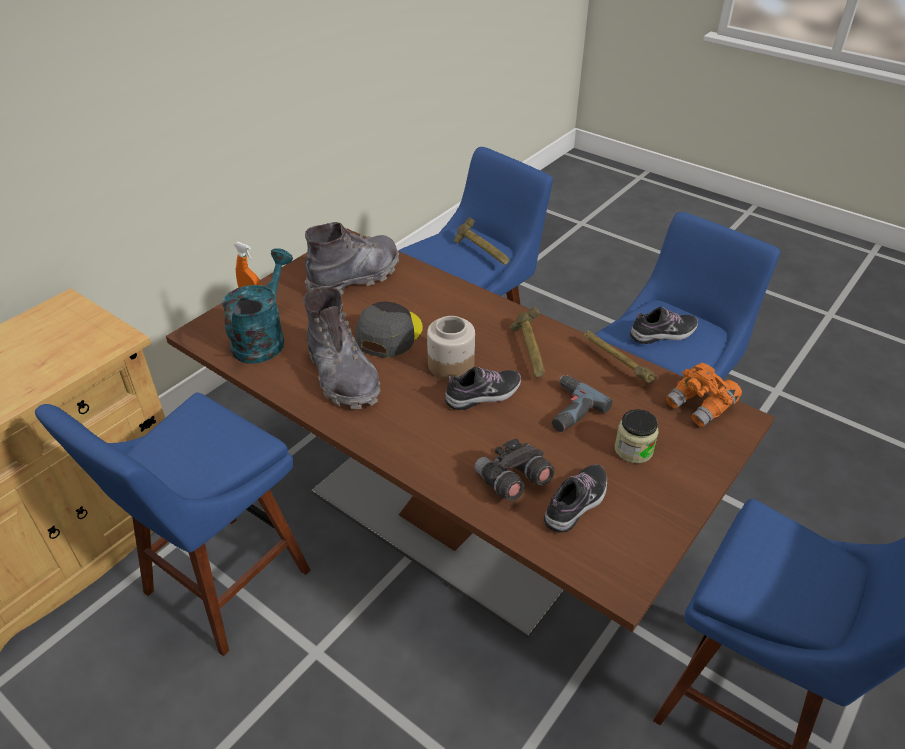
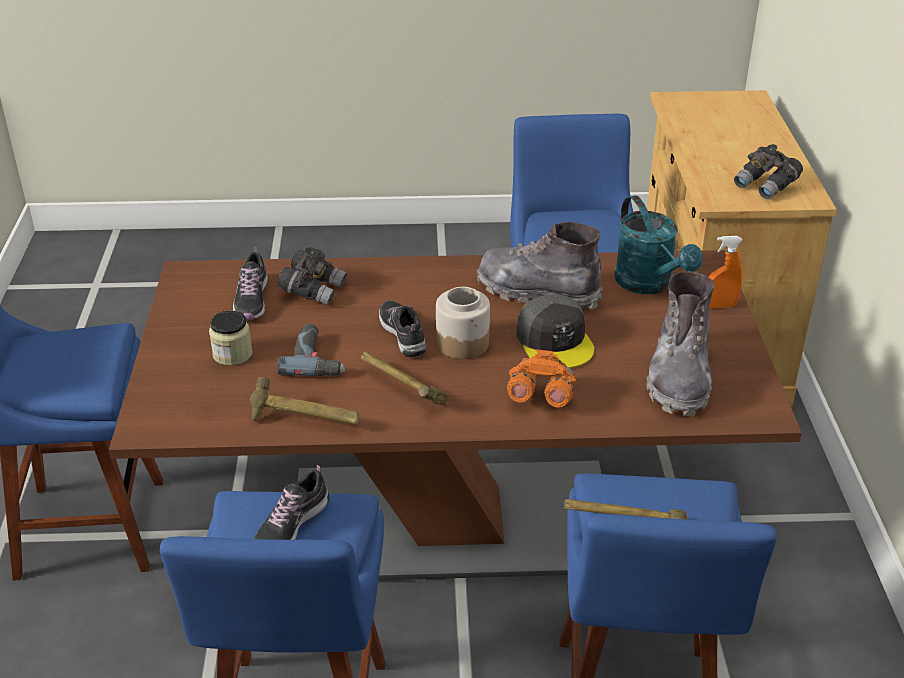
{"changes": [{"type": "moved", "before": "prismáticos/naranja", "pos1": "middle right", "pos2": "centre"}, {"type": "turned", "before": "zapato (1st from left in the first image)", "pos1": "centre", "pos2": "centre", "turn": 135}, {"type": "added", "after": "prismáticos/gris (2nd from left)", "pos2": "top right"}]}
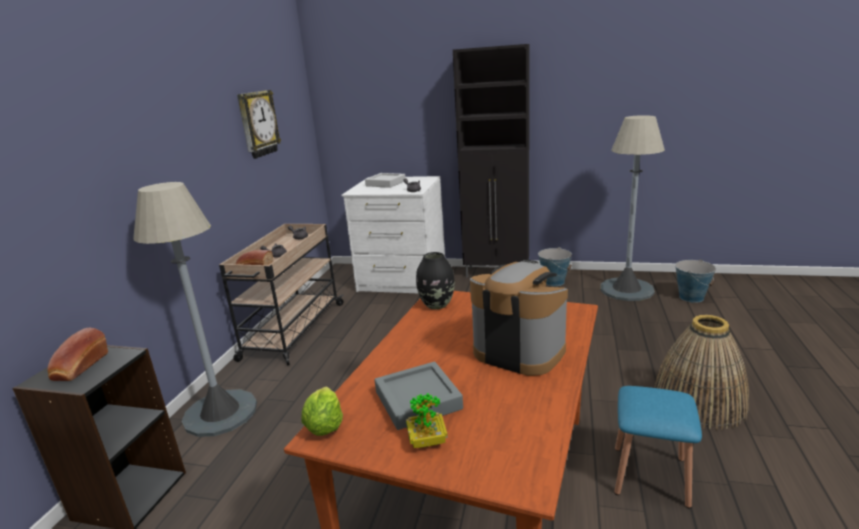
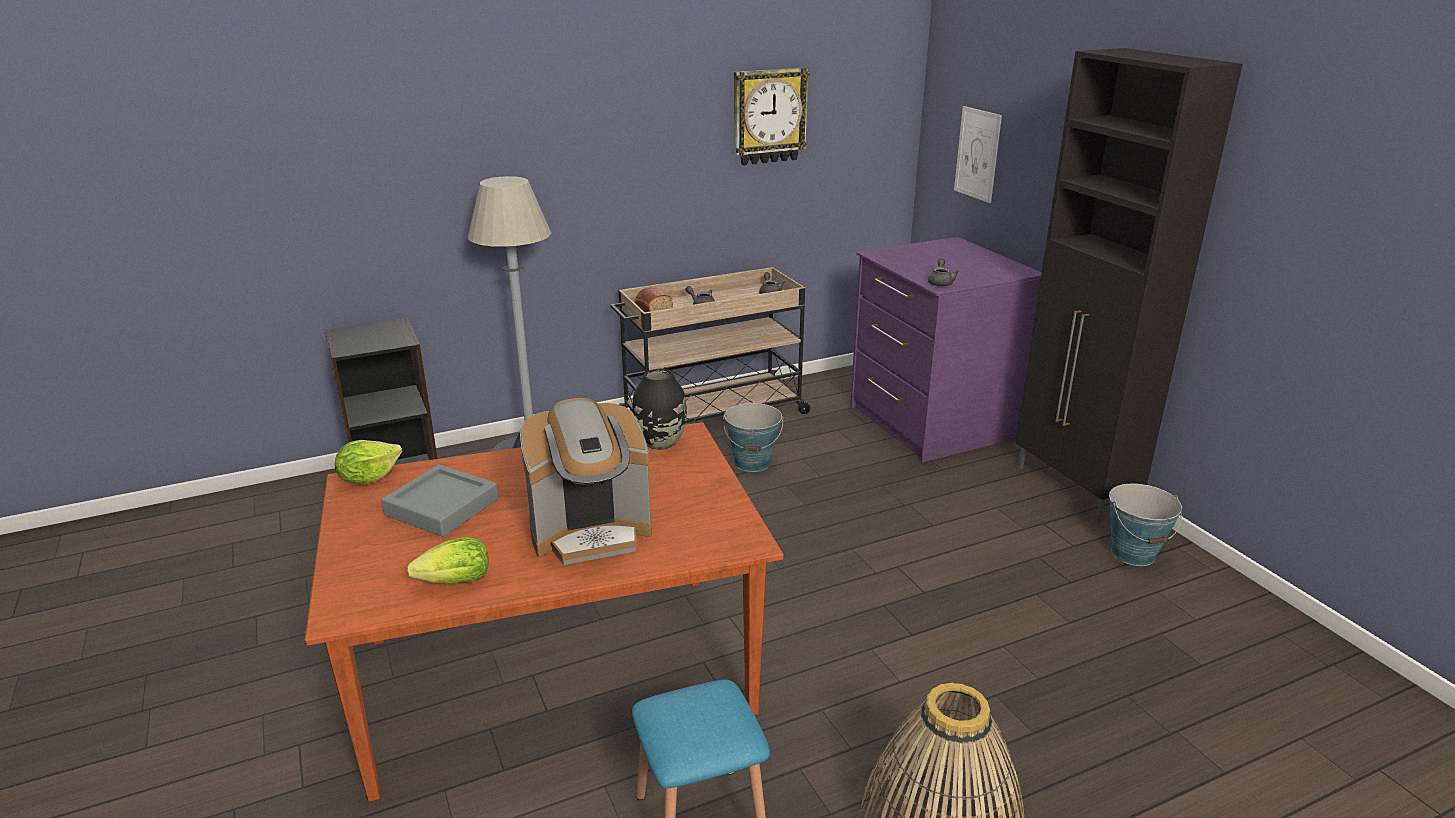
{"changes": [{"type": "removed", "before": "lámpara de pie/gris (2nd from left)", "pos1": "middle right"}, {"type": "removed", "before": "bandeja/gris (1st from left)", "pos1": "centre"}, {"type": "recoloured", "before": "cómoda/blanco", "after": "cómoda/morado", "pos1": "centre", "pos2": "centre"}, {"type": "moved", "before": "cubo (2nd from left in the first image)", "after": "cubo (1st from left)", "pos1": "middle right", "pos2": "centre"}, {"type": "turned", "before": "cafetera", "pos1": "centre", "pos2": "centre", "turn": 75}, {"type": "removed", "before": "pan (1st from left)", "pos1": "bottom left"}, {"type": "removed", "before": "planta en maceta", "pos1": "bottom centre"}, {"type": "added", "after": "cuadro", "pos2": "top right"}, {"type": "added", "after": "lechuga (2nd from left)", "pos2": "bottom left"}]}
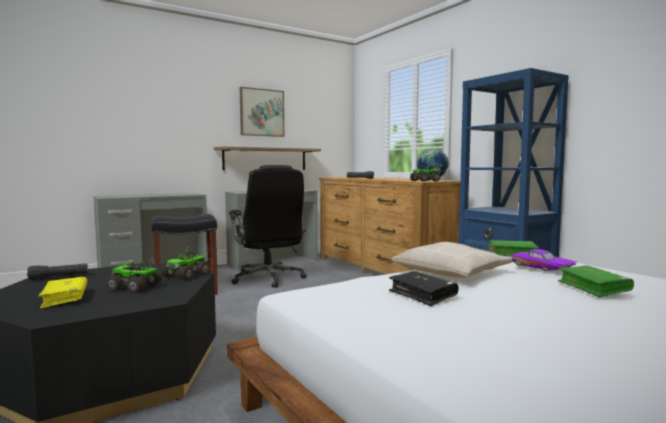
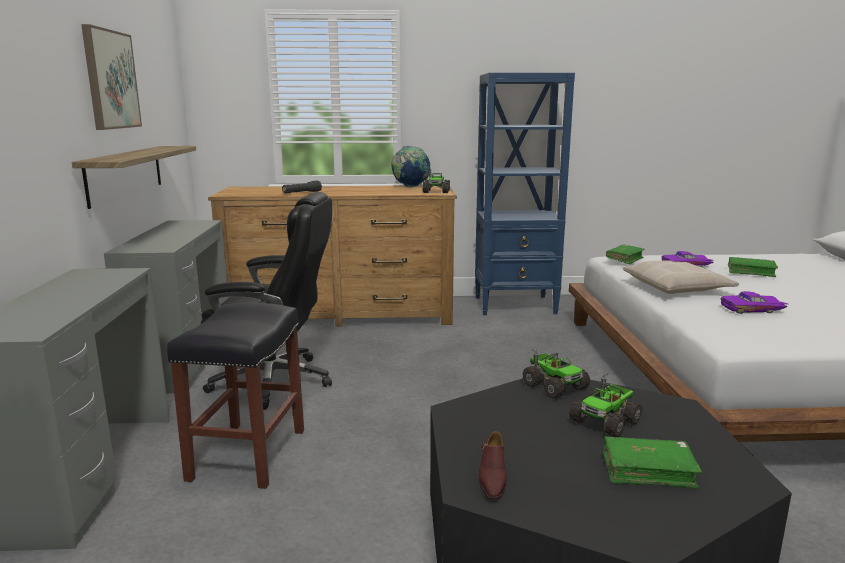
{"changes": [{"type": "replaced", "before": "linterna/negro (1st from left)", "after": "zapato/marrón", "pos1": "middle left", "pos2": "bottom centre"}, {"type": "replaced", "before": "libro/negro", "after": "coche de juguete/morado (2nd from left)", "pos1": "bottom centre", "pos2": "middle right"}, {"type": "recoloured", "before": "libro/amarillo", "after": "libro/verde (2nd from left)", "pos1": "bottom left", "pos2": "bottom right"}]}
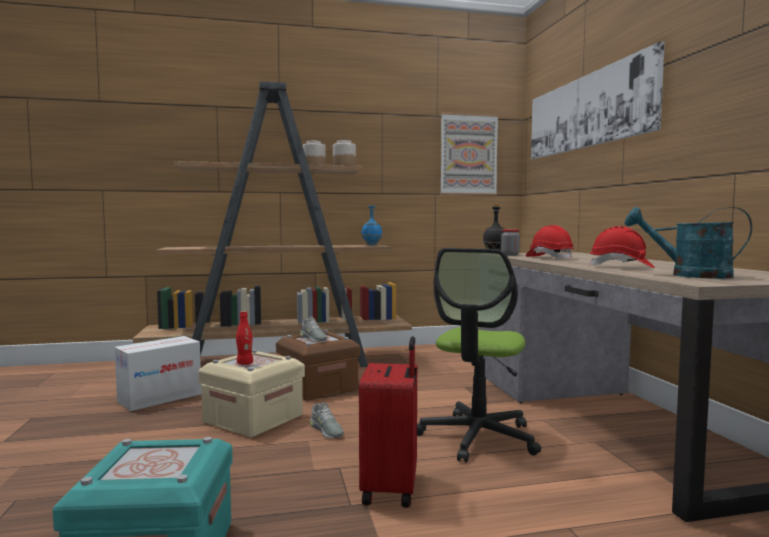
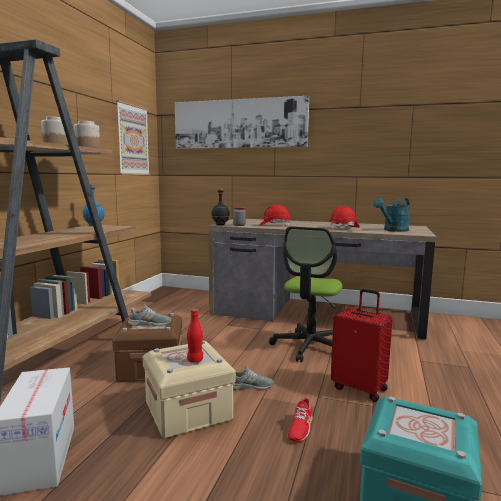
{"changes": [{"type": "turned", "before": "silla de oficina", "pos1": "centre", "pos2": "centre", "turn": 60}, {"type": "added", "after": "zapato/rojo", "pos2": "bottom centre"}]}
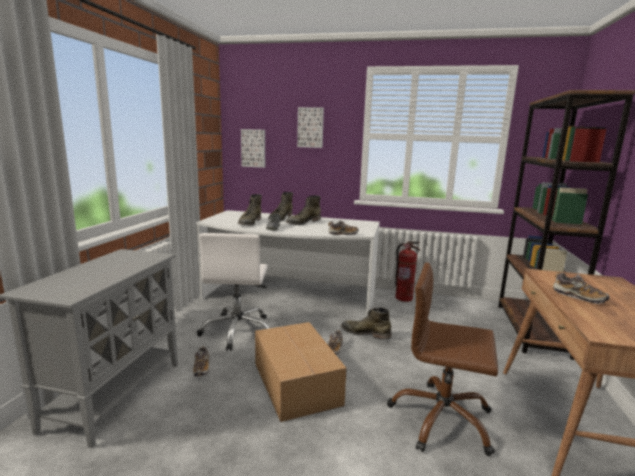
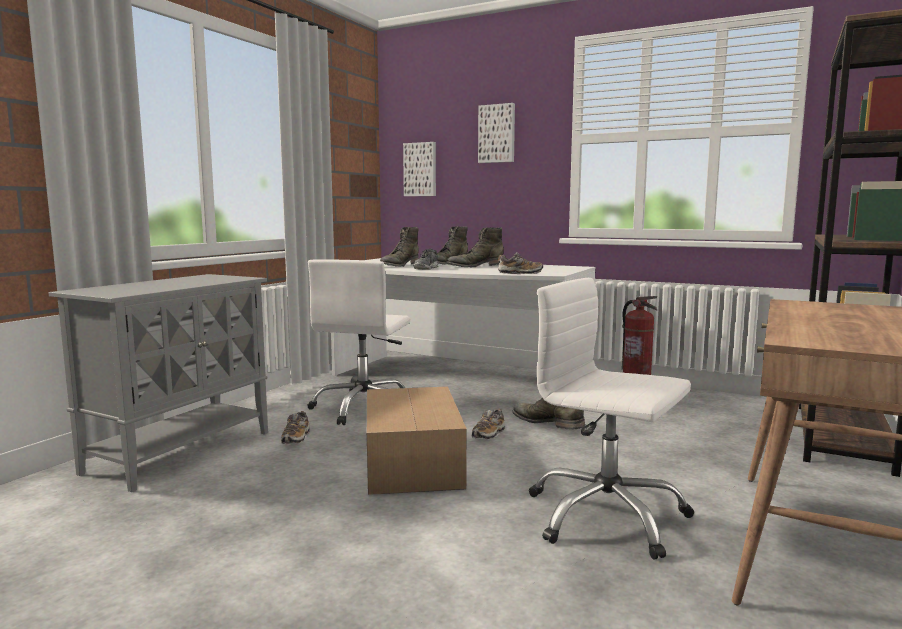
{"changes": [{"type": "recoloured", "before": "silla de oficina/marrón", "after": "silla de oficina/blanco (2nd from left)", "pos1": "bottom right", "pos2": "middle right"}, {"type": "removed", "before": "zapato (5th from left)", "pos1": "middle right"}]}
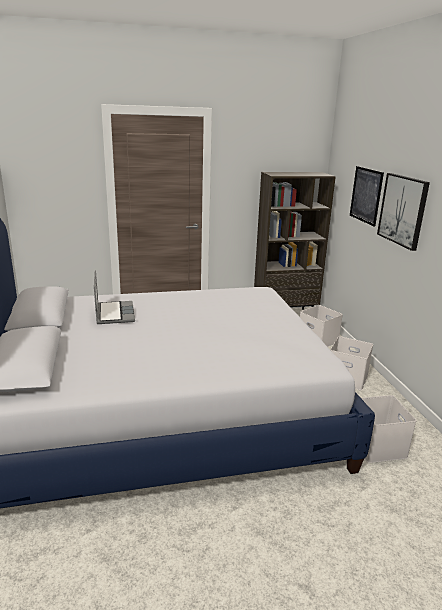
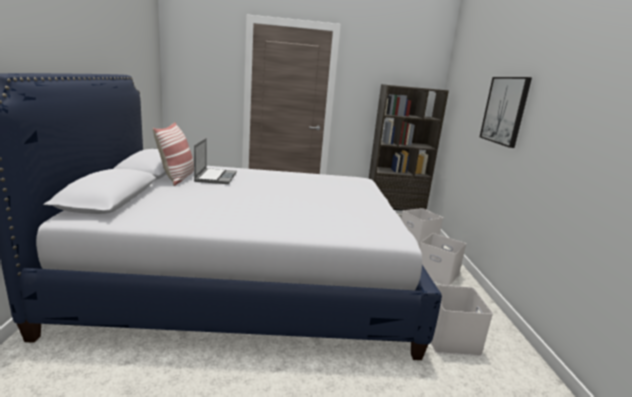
{"changes": [{"type": "removed", "before": "cuadro (1st from left)", "pos1": "top right"}, {"type": "added", "after": "cojín", "pos2": "middle left"}]}
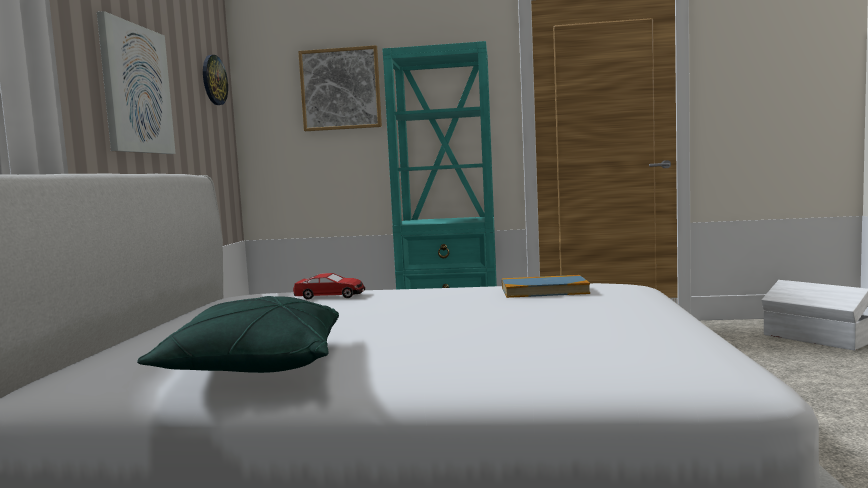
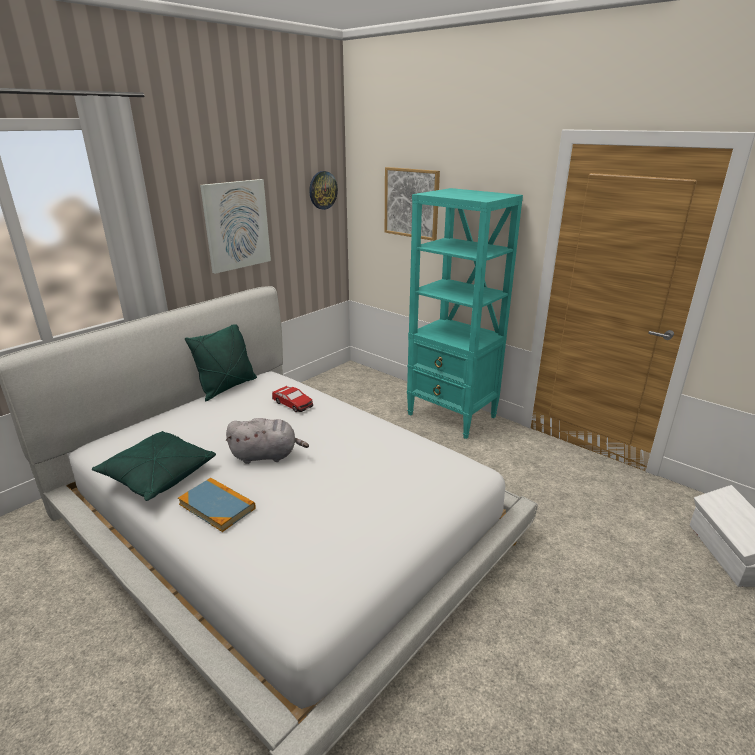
{"changes": [{"type": "moved", "before": "libro", "pos1": "centre", "pos2": "bottom left"}, {"type": "added", "after": "cojín/verde (2nd from left)", "pos2": "middle left"}, {"type": "added", "after": "peluche/gris", "pos2": "centre"}]}
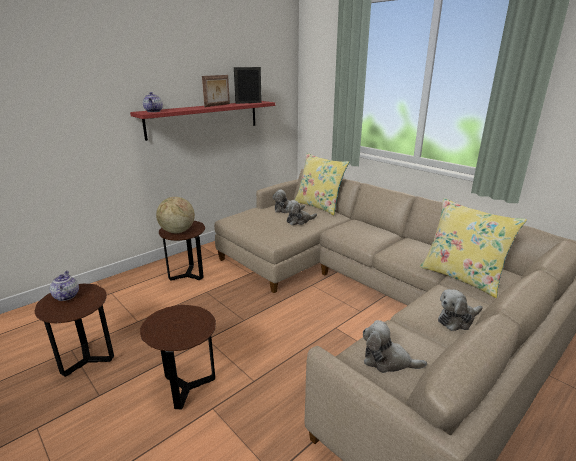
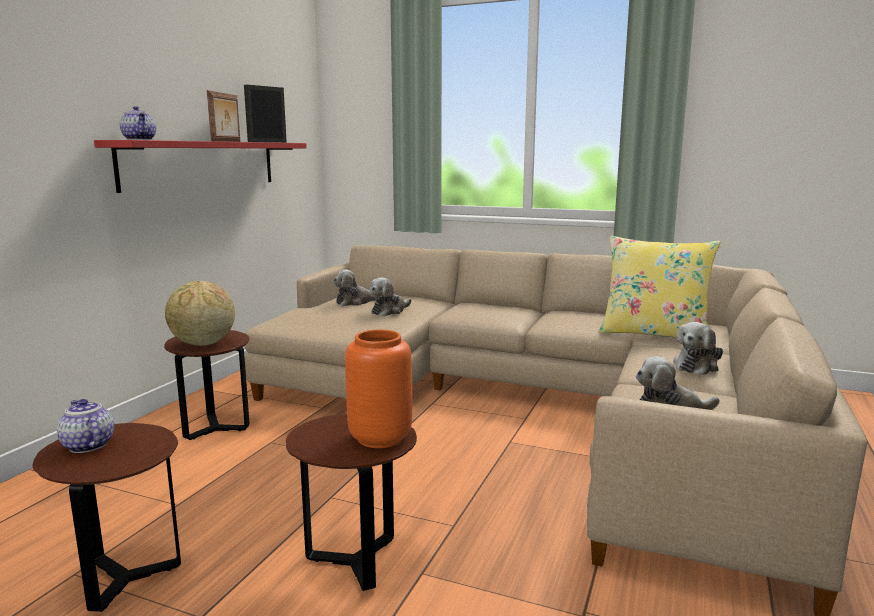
{"changes": [{"type": "removed", "before": "cojín/amarillo (1st from left)", "pos1": "centre"}, {"type": "added", "after": "florero/naranja", "pos2": "centre"}]}
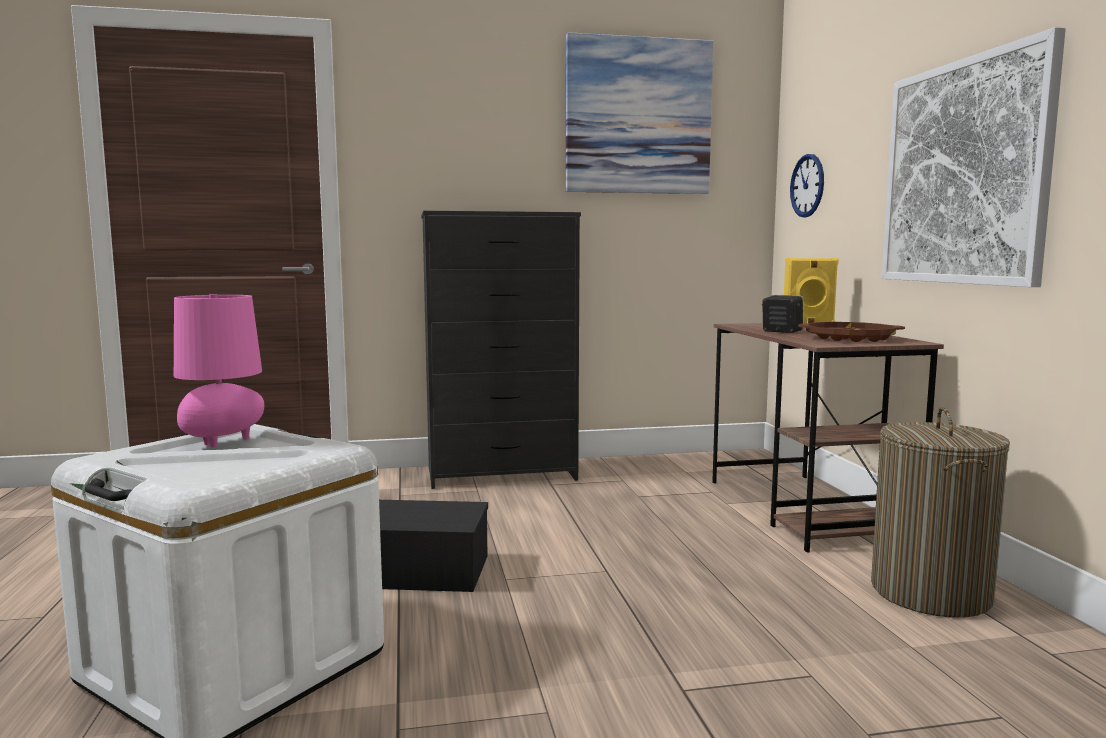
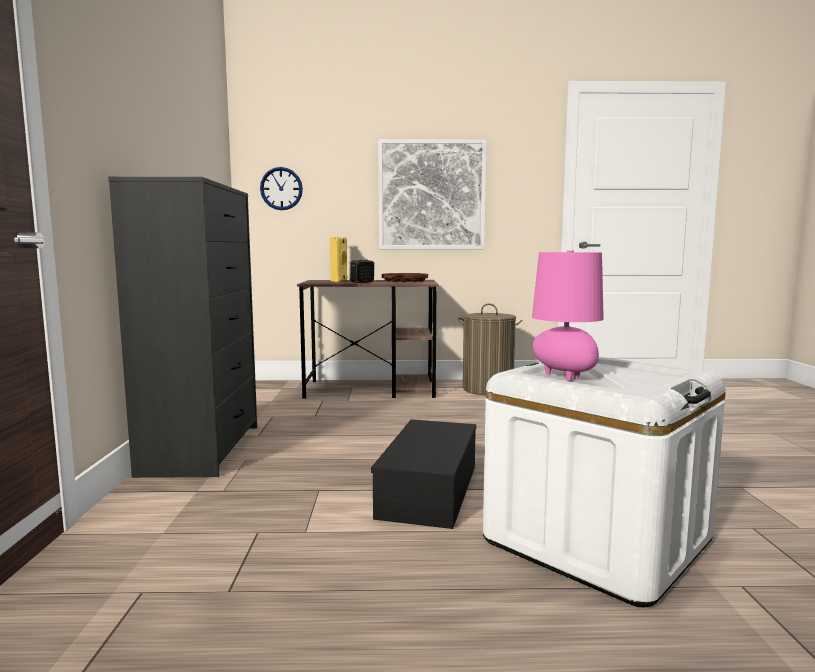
{"changes": [{"type": "removed", "before": "cuadro (1st from left)", "pos1": "top centre"}]}
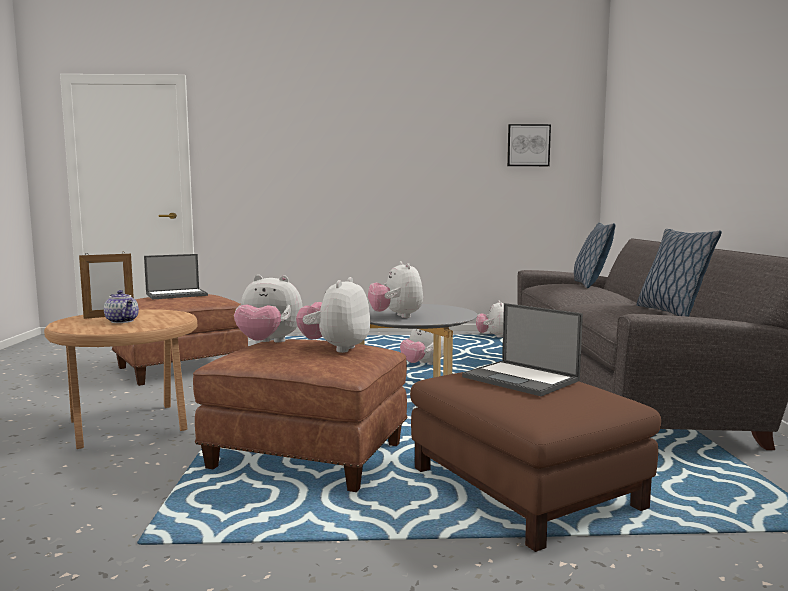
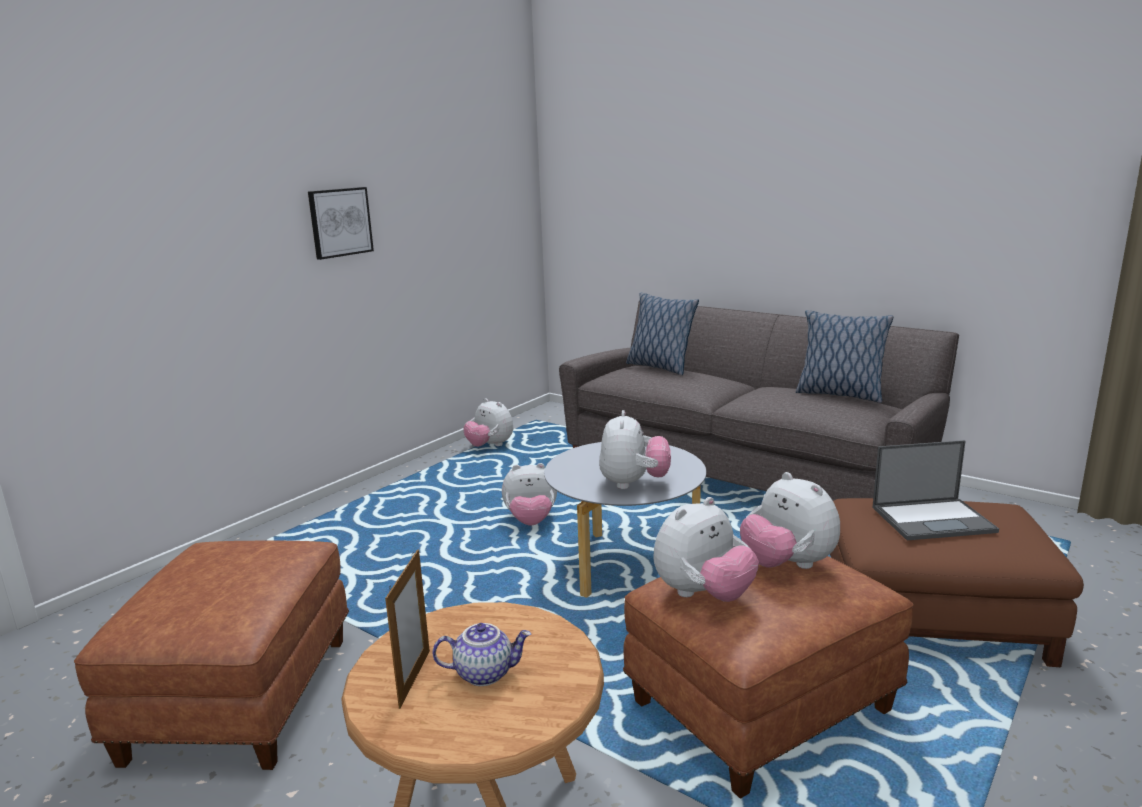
{"changes": [{"type": "moved", "before": "cuadro", "pos1": "top right", "pos2": "top left"}, {"type": "removed", "before": "portátil (1st from left)", "pos1": "middle left"}, {"type": "turned", "before": "peluche (3rd from left)", "pos1": "centre", "pos2": "centre", "turn": -105}]}
